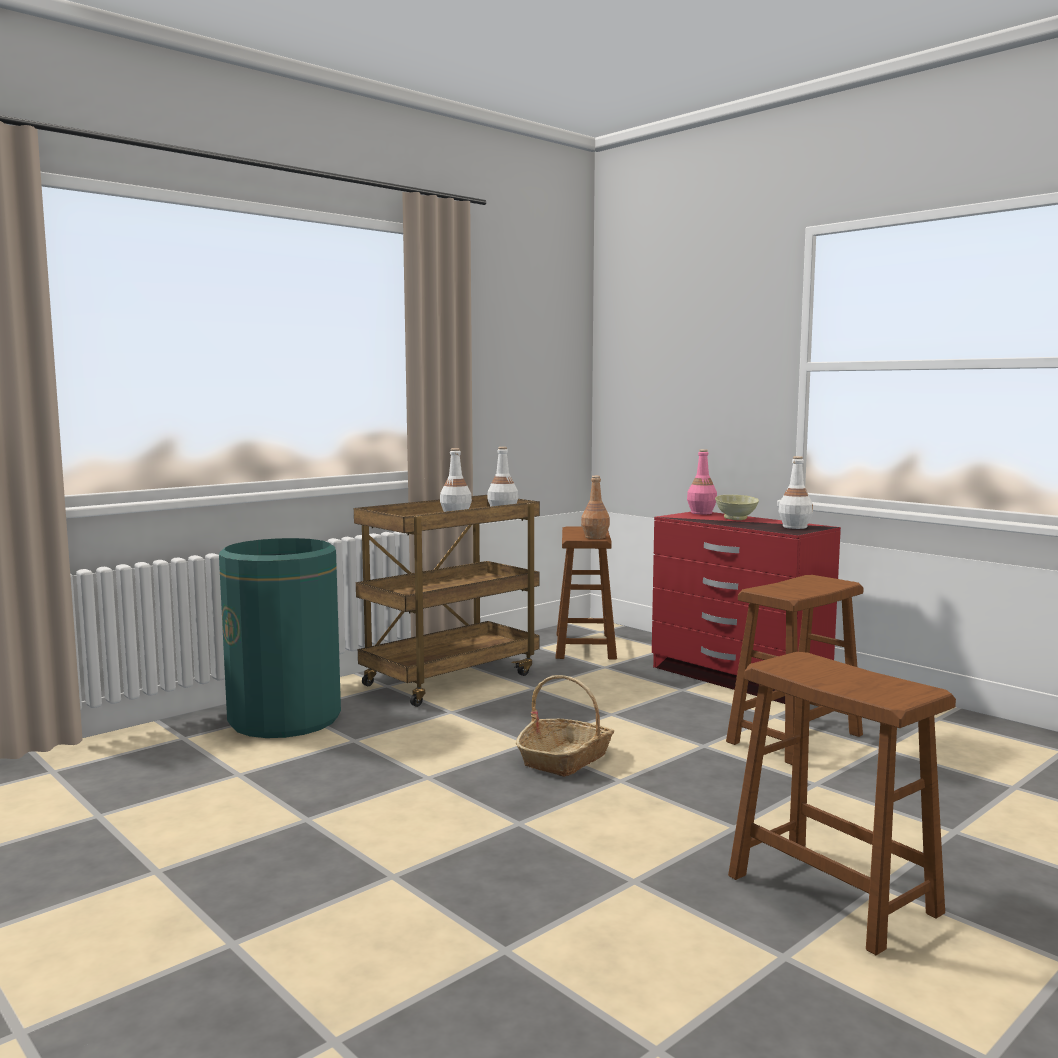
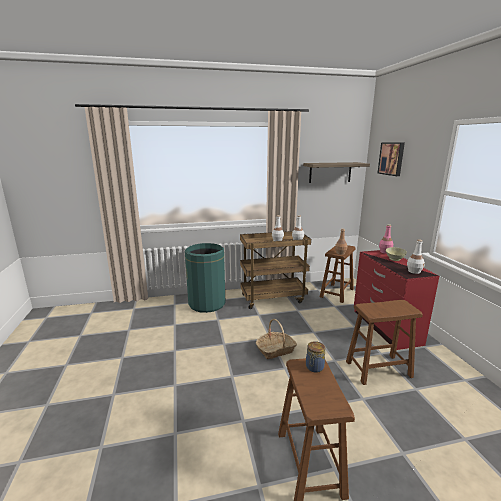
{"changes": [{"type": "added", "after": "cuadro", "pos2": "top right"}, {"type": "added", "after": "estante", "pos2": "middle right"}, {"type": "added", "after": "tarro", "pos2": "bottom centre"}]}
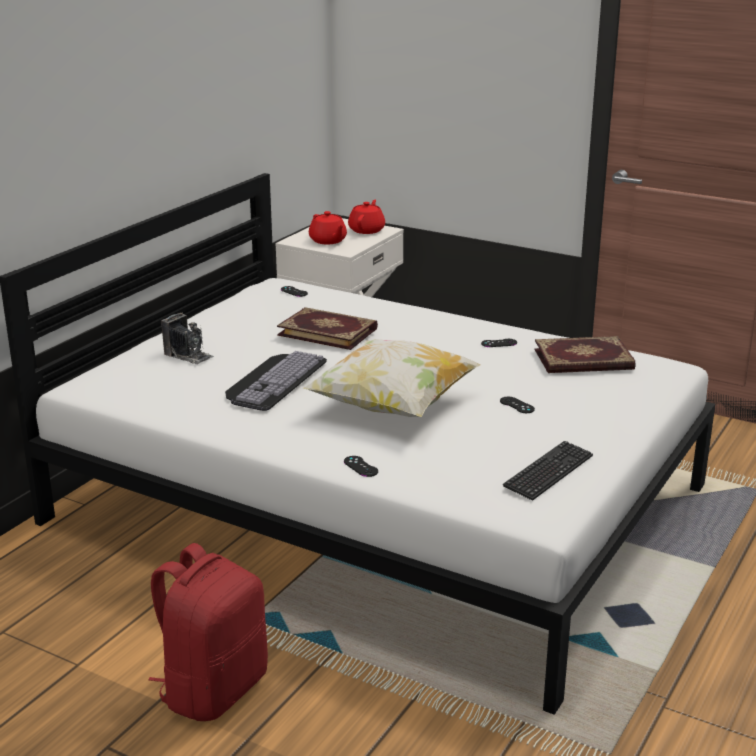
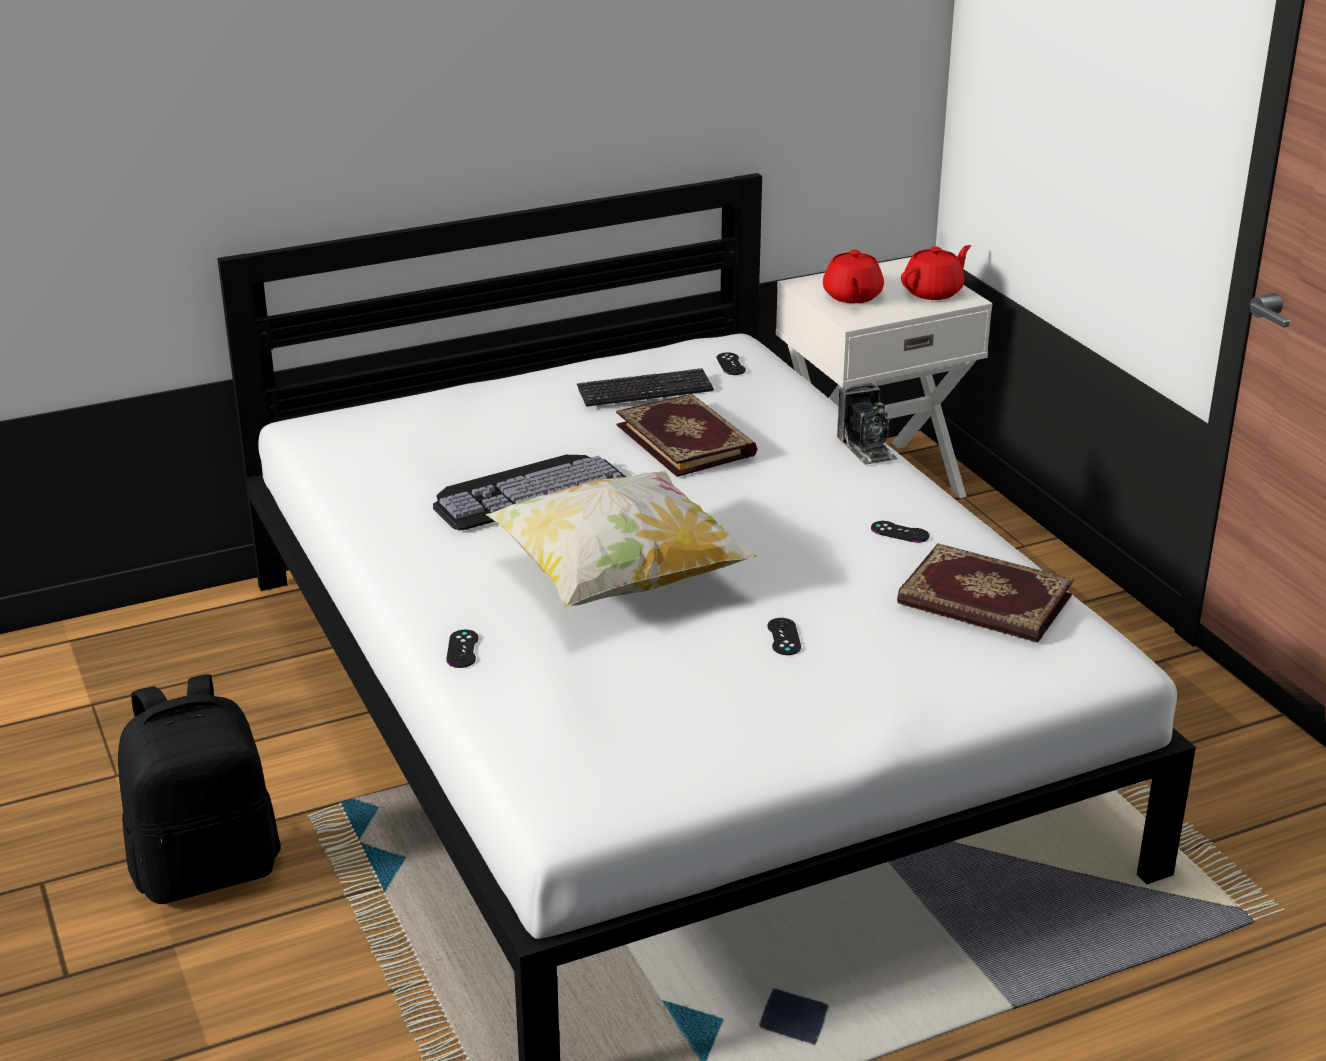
{"changes": [{"type": "moved", "before": "cámara", "pos1": "middle left", "pos2": "centre"}, {"type": "moved", "before": "teclado (2nd from left)", "pos1": "middle right", "pos2": "centre"}, {"type": "recoloured", "before": "mochila/rojo", "after": "mochila/negro", "pos1": "bottom left", "pos2": "bottom left"}]}
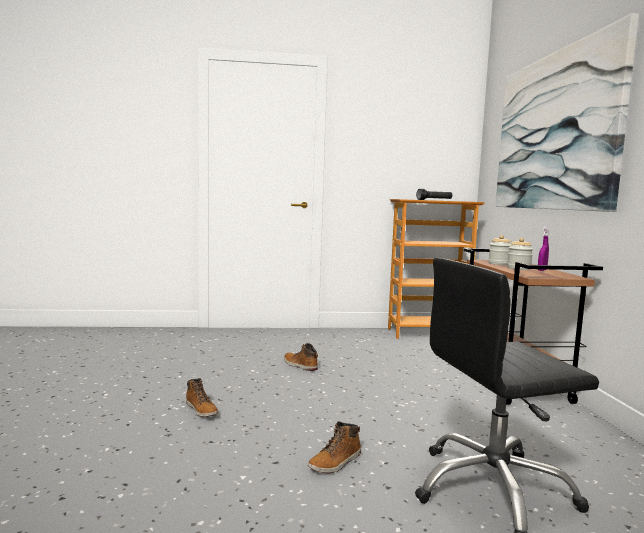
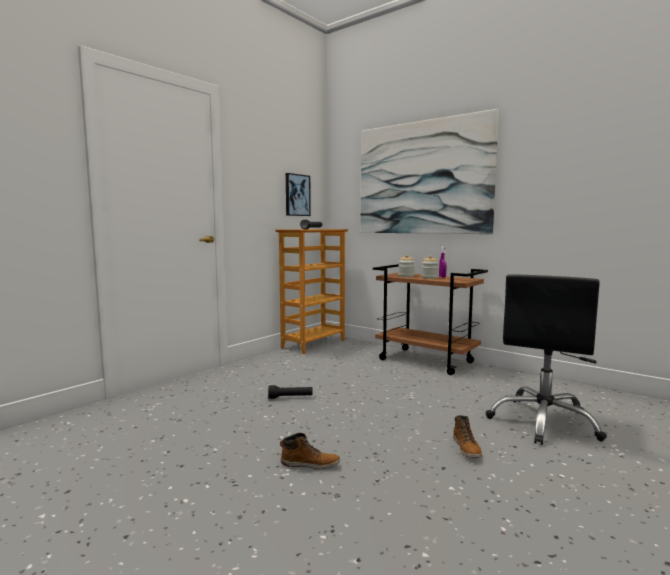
{"changes": [{"type": "replaced", "before": "bota (2nd from left)", "after": "linterna/negro (1st from left)", "pos1": "bottom centre", "pos2": "bottom centre"}, {"type": "added", "after": "cuadro (1st from left)", "pos2": "centre"}]}
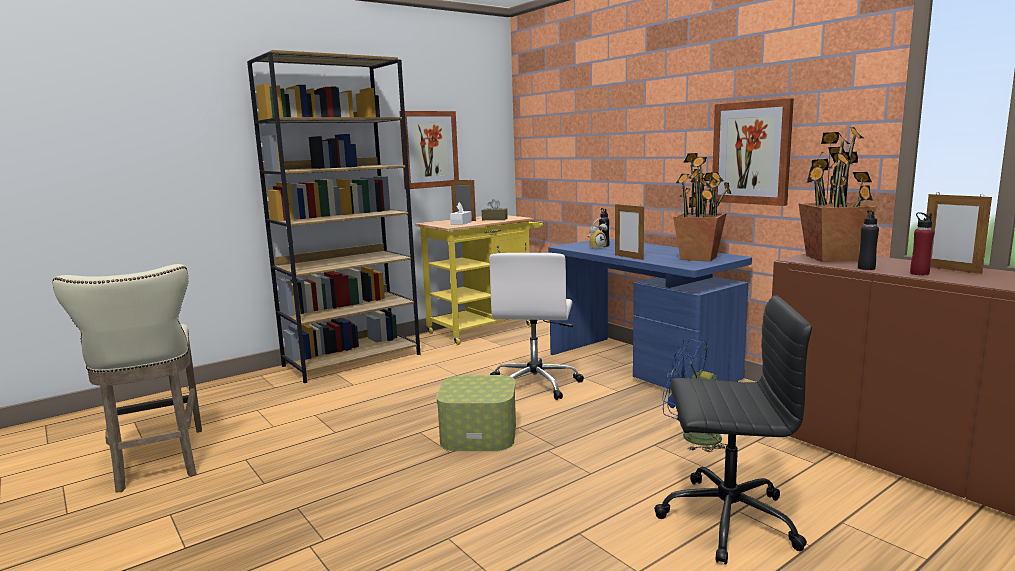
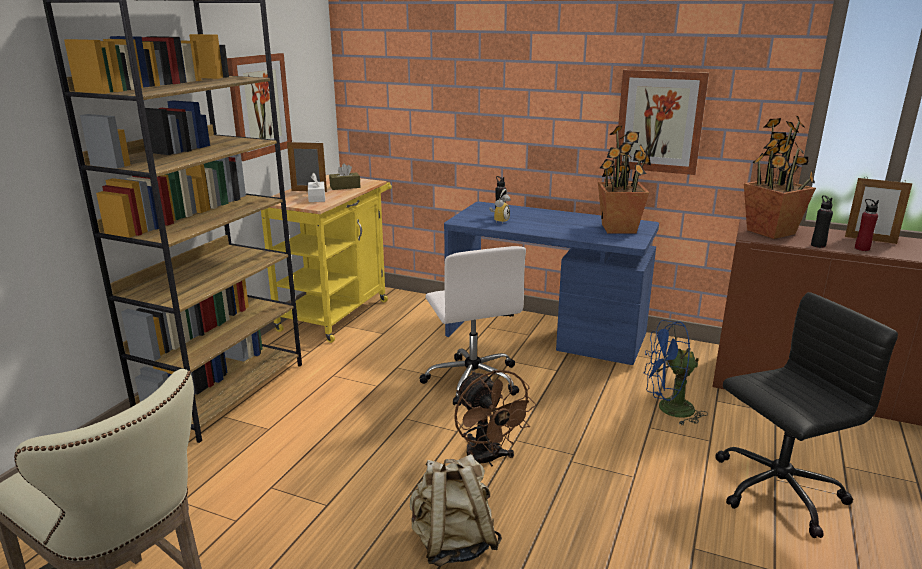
{"changes": [{"type": "removed", "before": "portarretratos (2nd from left)", "pos1": "centre"}, {"type": "replaced", "before": "caja de almacenaje", "after": "ventilador/marrón", "pos1": "bottom centre", "pos2": "bottom centre"}, {"type": "added", "after": "mochila/beis", "pos2": "bottom centre"}]}
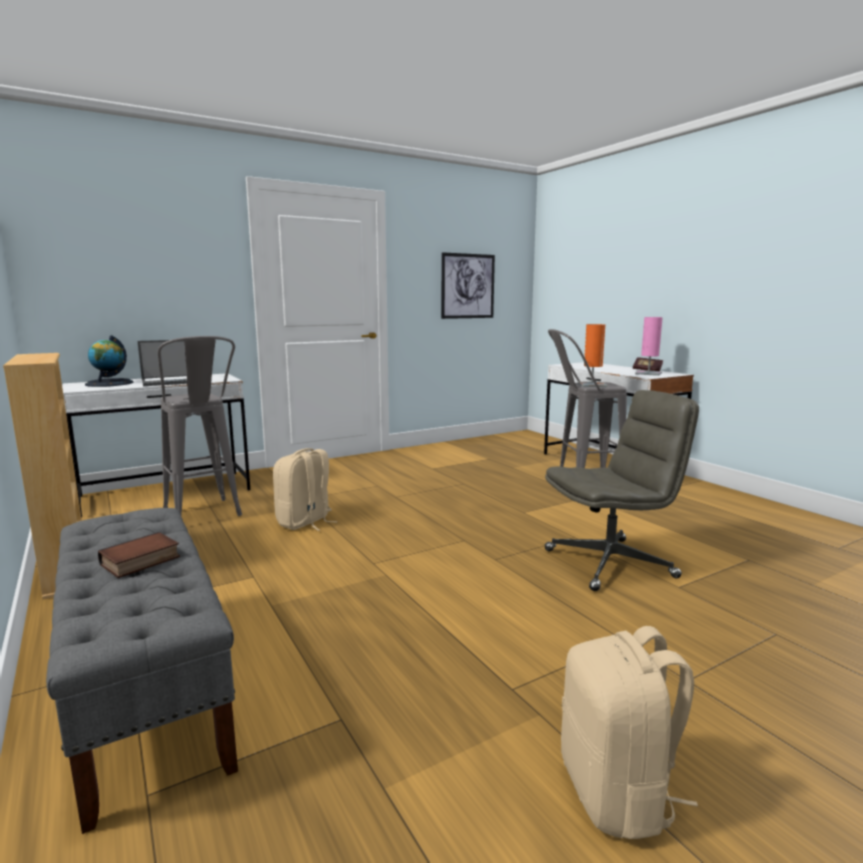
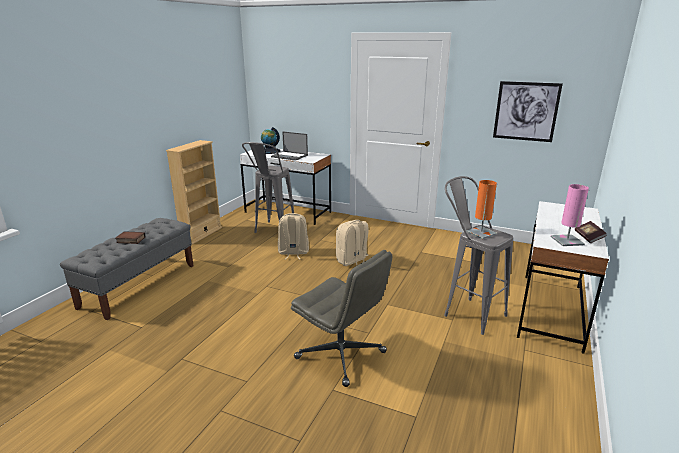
{"changes": [{"type": "moved", "before": "mochila/beis (2nd from left)", "pos1": "bottom right", "pos2": "centre"}]}
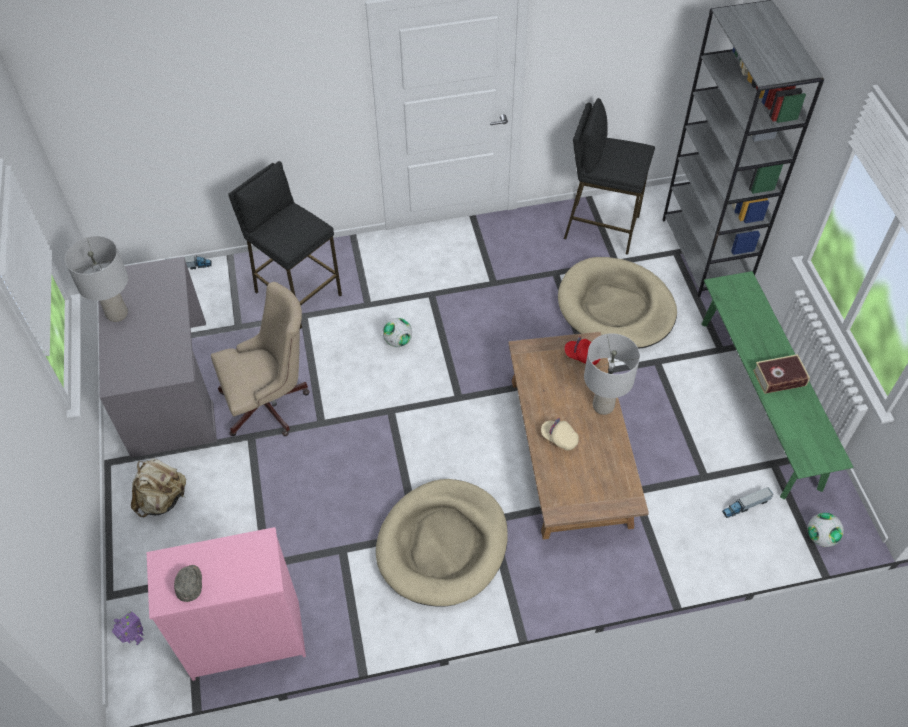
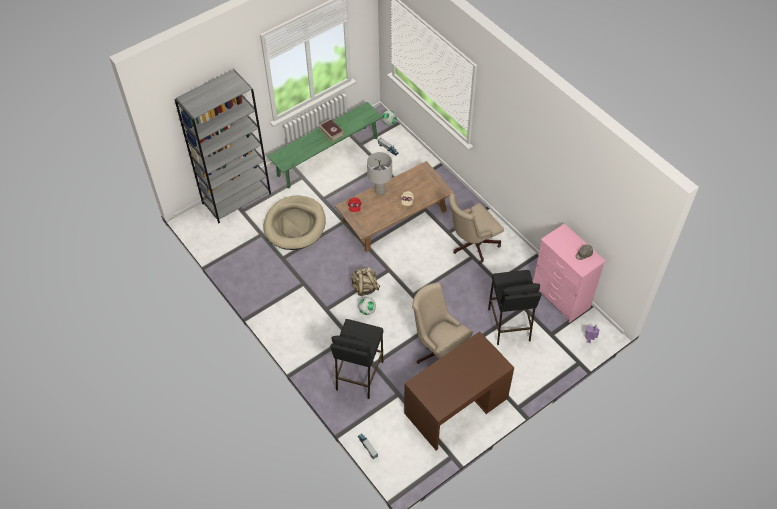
{"changes": [{"type": "moved", "before": "taburete/negro (2nd from left)", "pos1": "top right", "pos2": "centre"}, {"type": "removed", "before": "lámpara de mesa/gris (1st from left)", "pos1": "middle left"}, {"type": "recoloured", "before": "escritorio/gris", "after": "escritorio/marrón", "pos1": "middle left", "pos2": "bottom centre"}, {"type": "moved", "before": "mochila/beis", "pos1": "bottom left", "pos2": "centre"}, {"type": "replaced", "before": "cama para perro/beis (1st from left)", "after": "silla de oficina/beis (2nd from left)", "pos1": "bottom centre", "pos2": "centre"}]}
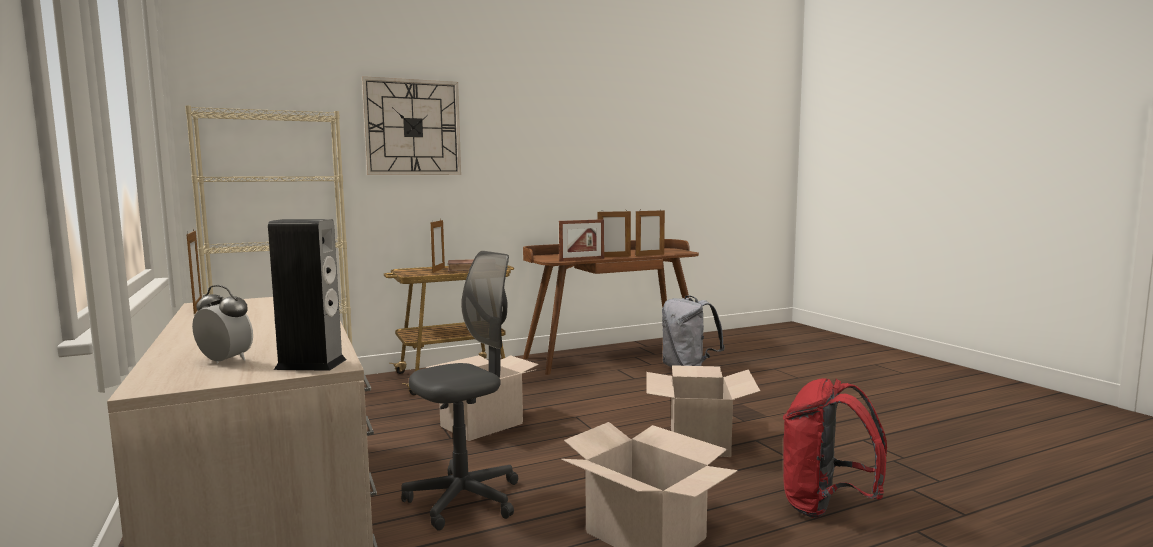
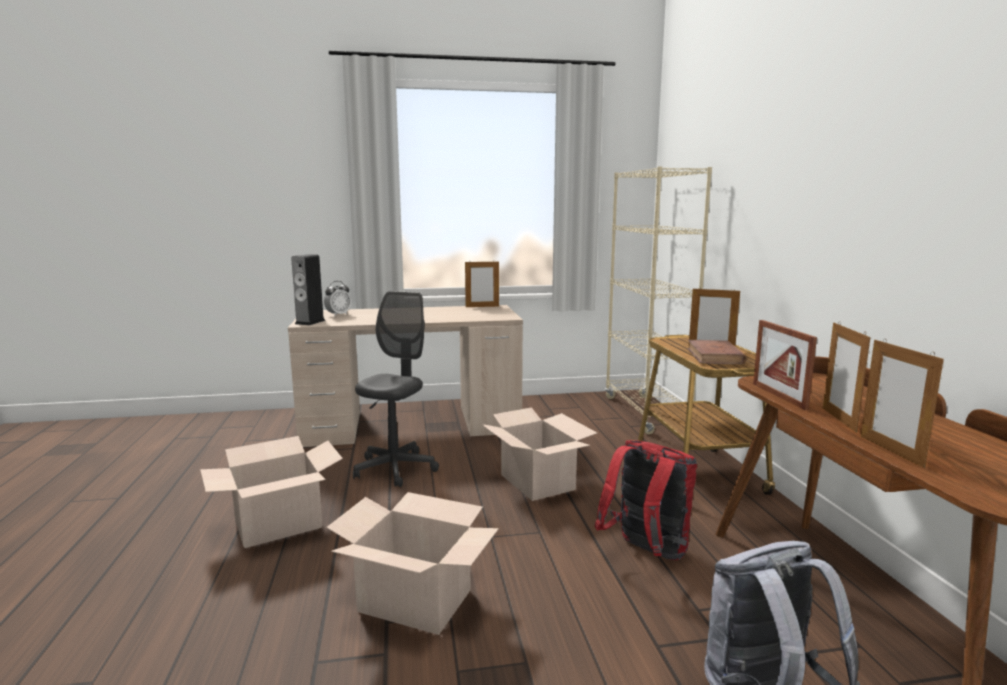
{"changes": [{"type": "removed", "before": "reloj de pared", "pos1": "top centre"}, {"type": "turned", "before": "silla de oficina/gris", "pos1": "bottom centre", "pos2": "centre", "turn": -135}, {"type": "moved", "before": "mochila/rojo", "pos1": "bottom right", "pos2": "bottom centre"}]}
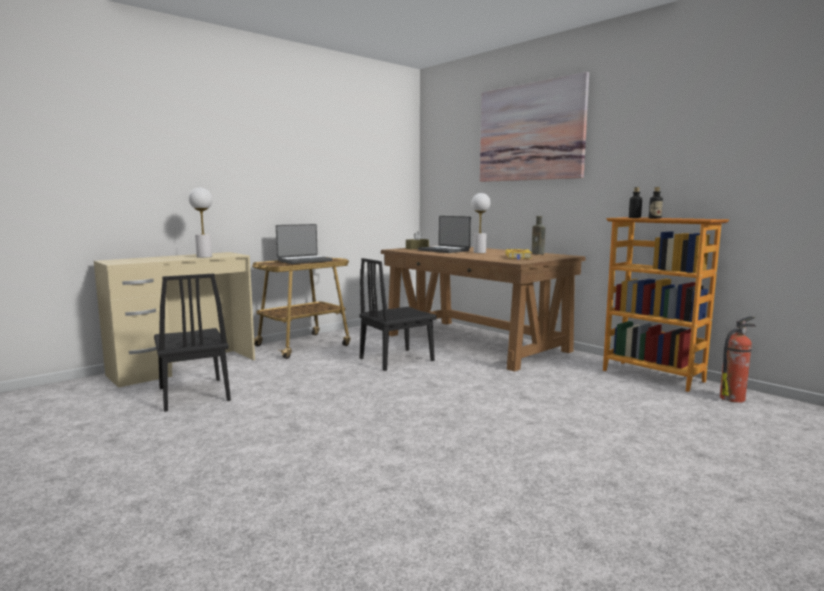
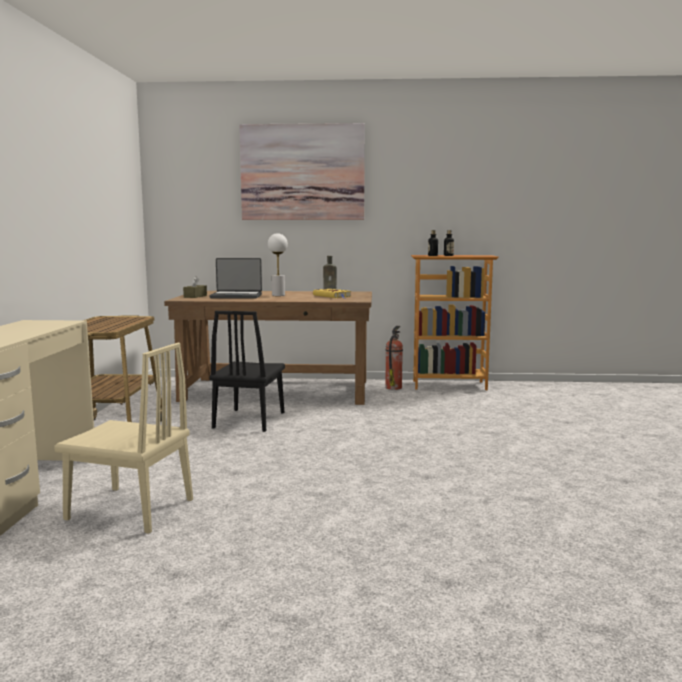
{"changes": [{"type": "removed", "before": "lámpara de mesa/blanco (1st from left)", "pos1": "middle left"}, {"type": "removed", "before": "portátil (1st from left)", "pos1": "centre"}, {"type": "recoloured", "before": "silla/negro (1st from left)", "after": "silla/beis", "pos1": "middle left", "pos2": "middle left"}, {"type": "moved", "before": "extintor", "pos1": "middle right", "pos2": "centre"}]}
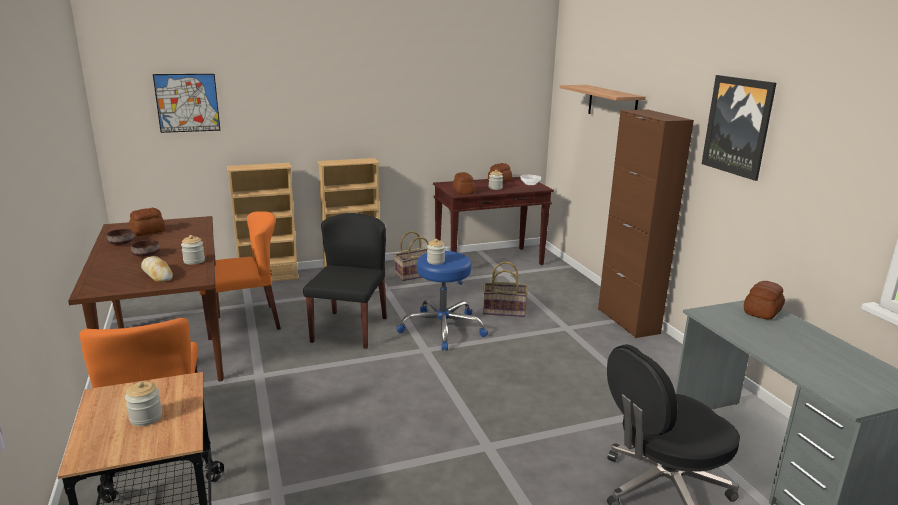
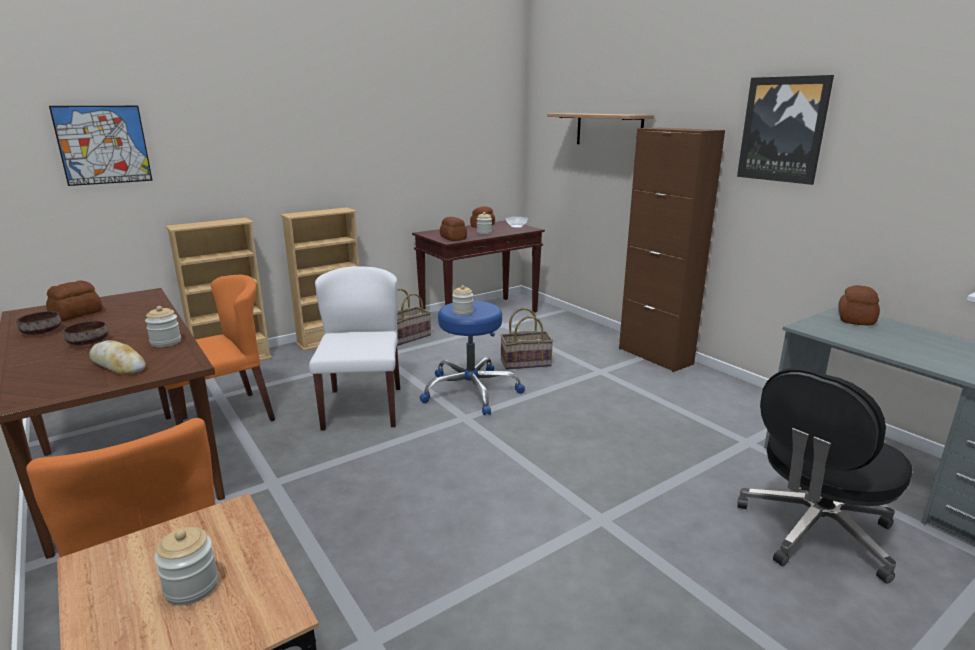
{"changes": [{"type": "recoloured", "before": "silla/negro", "after": "silla/blanco", "pos1": "centre", "pos2": "centre"}]}
